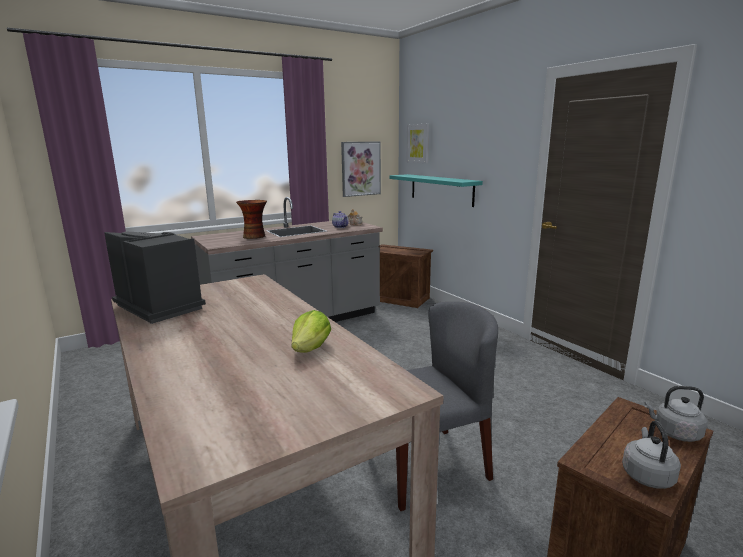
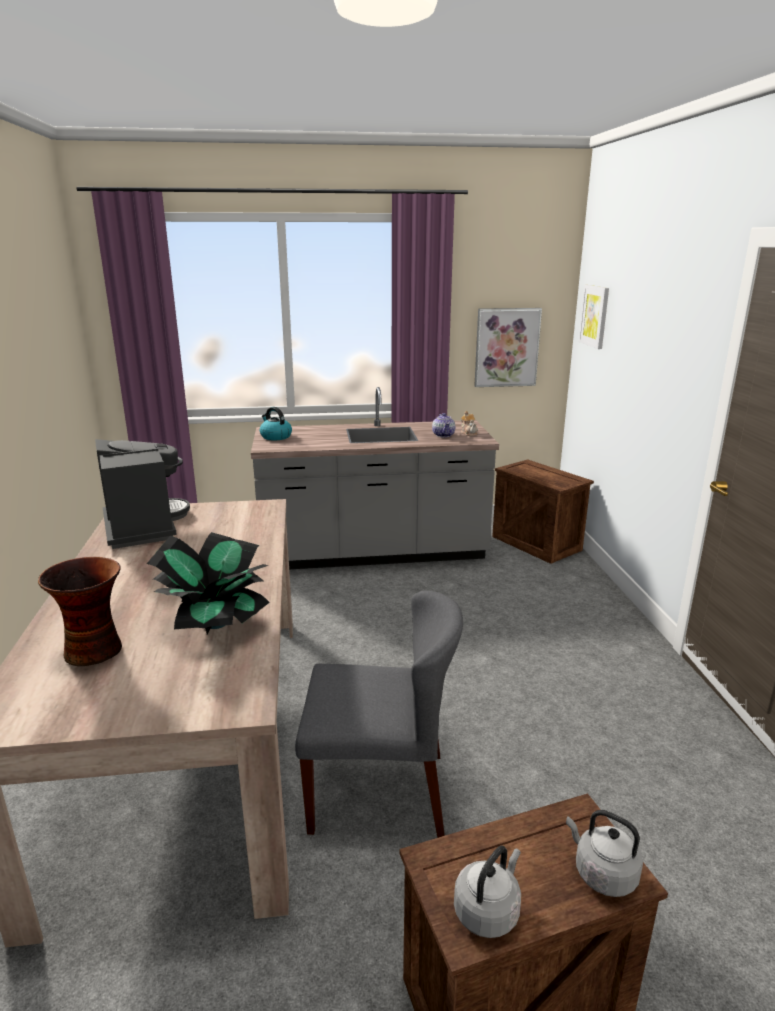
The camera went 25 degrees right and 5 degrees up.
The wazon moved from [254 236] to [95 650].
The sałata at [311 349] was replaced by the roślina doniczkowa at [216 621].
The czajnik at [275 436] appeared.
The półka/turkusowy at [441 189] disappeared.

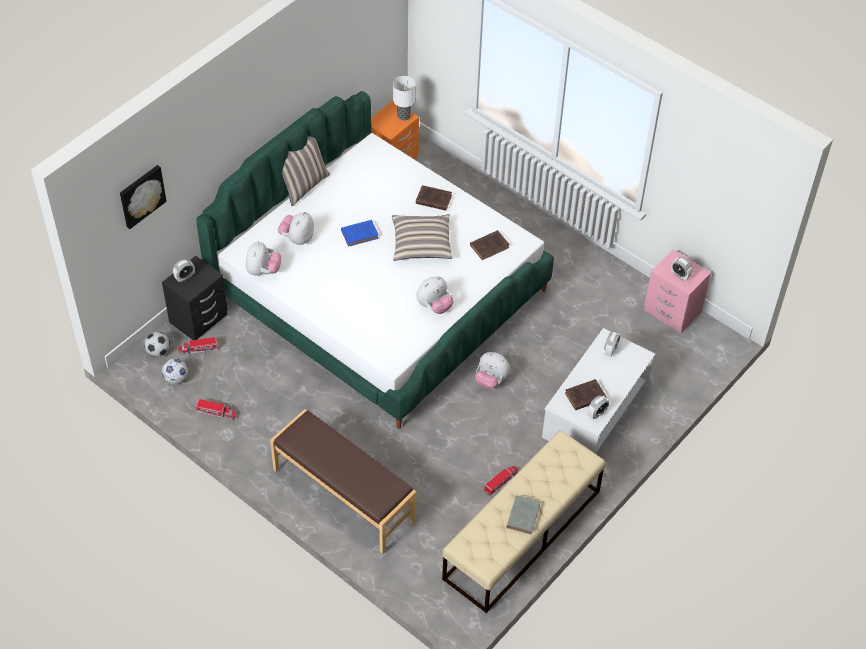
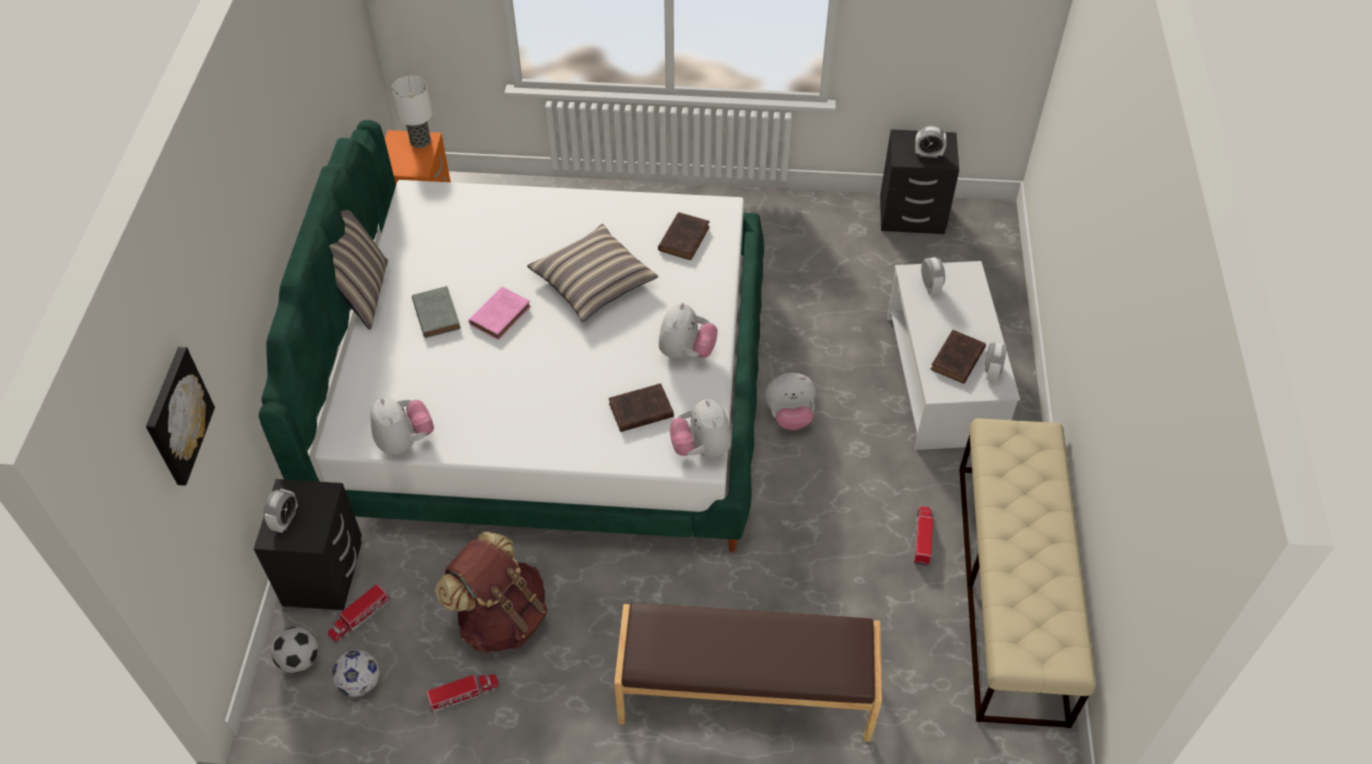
The camera went 35 degrees left and 0 degrees up.
The książka/szary moved from [523 515] to [436 313].
The plecak/brązowy at [501 618] appeared.
The książka/niebieski at [360 234] became the książka/różowy at [501 314].
The książka/brązowy moved from [432 199] to [639 411].
The pluszak moved from [297 238] to [701 448].
The szafka nocna/różowy at [672 311] became the szafka nocna/czarny at [912 215].

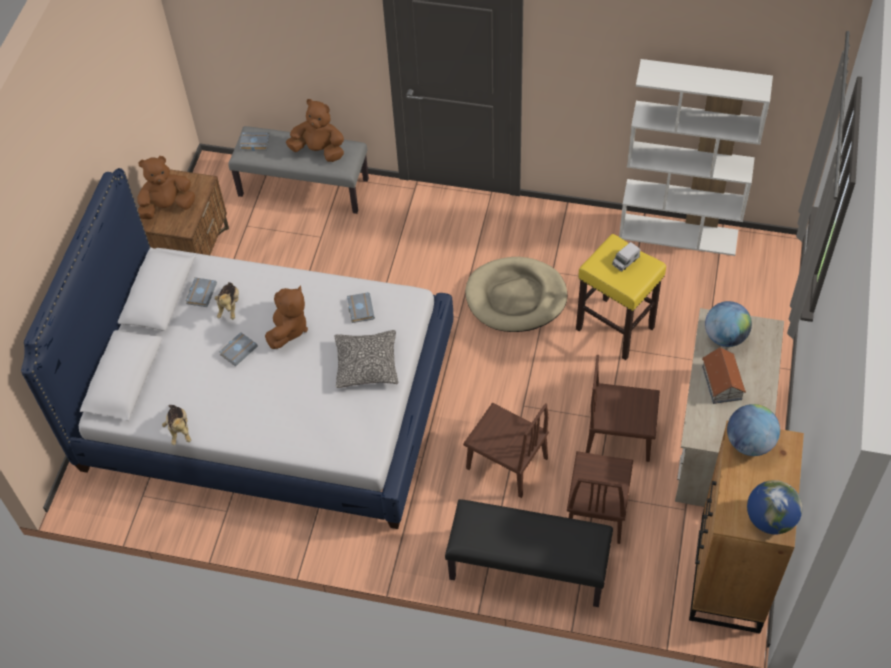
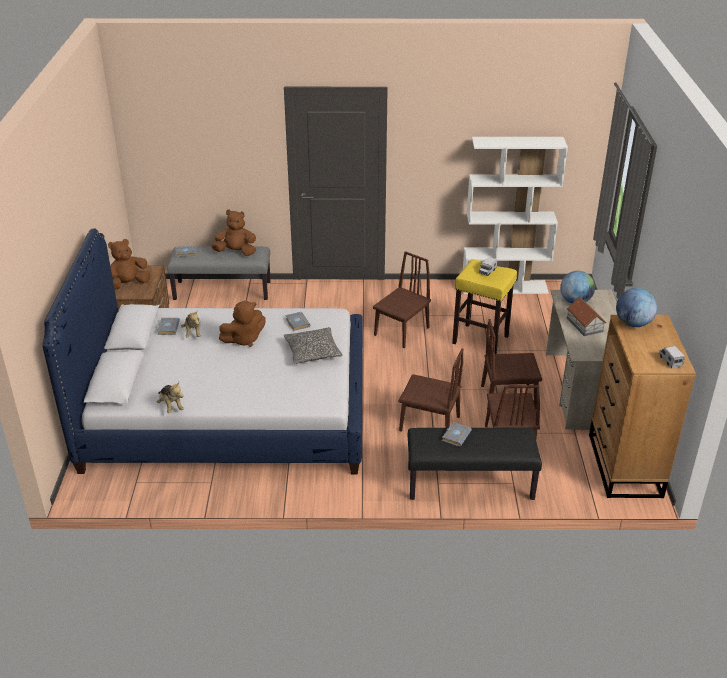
The camera went 15 degrees left and 20 degrees down.
The pluszak/brązowy at [288 329] turned 60 degrees clockwise.
The legowisko/beżowy at [516 297] was replaced by the krzesło/brązowy at [401 331].
The książka/szary moved from [238 350] to [455 435].
The globus at [770 519] was replaced by the ciężarówka zabawkowa at [670 360].

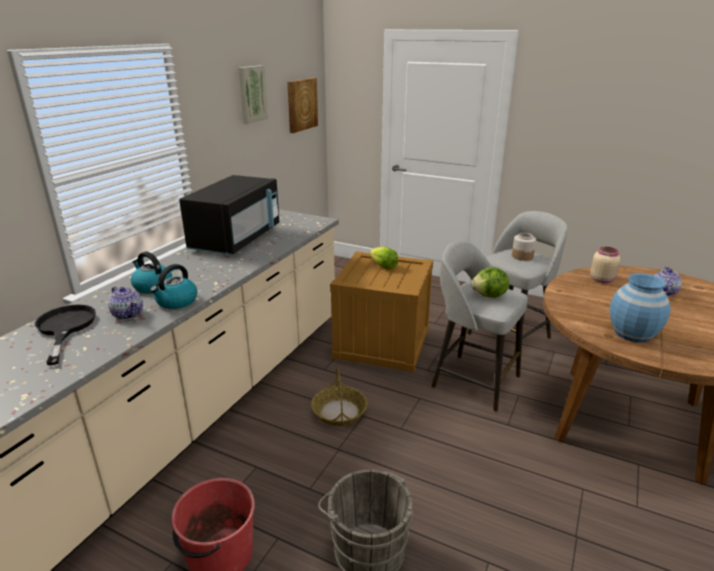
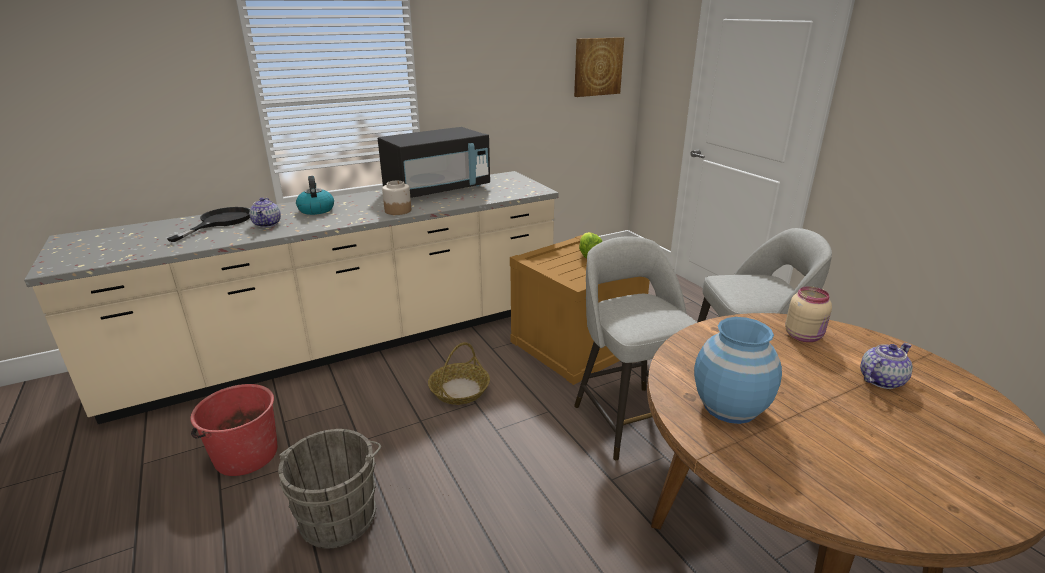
The camera went 35 degrees right and 0 degrees up.
The słoik moved from [522 256] to [398 210].
The czajnik at [176 302] disappeared.
The obraz at [251 94] disappeared.
The sałata at [489 296] disappeared.

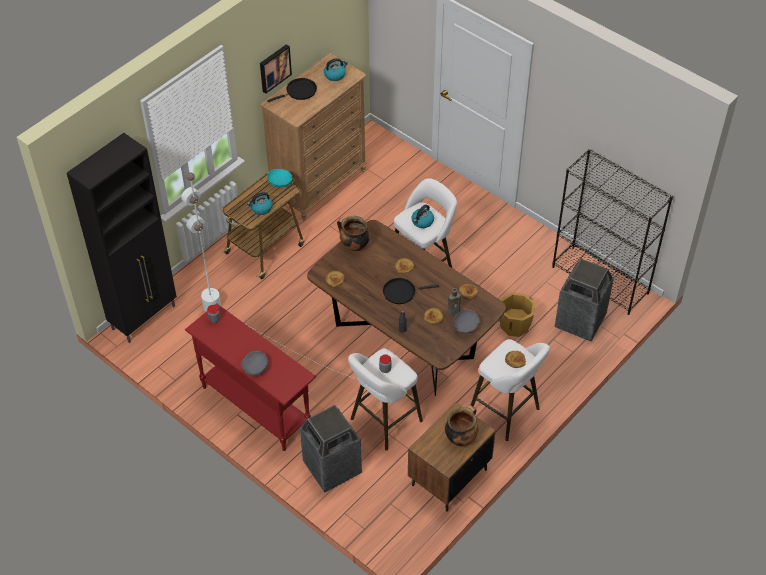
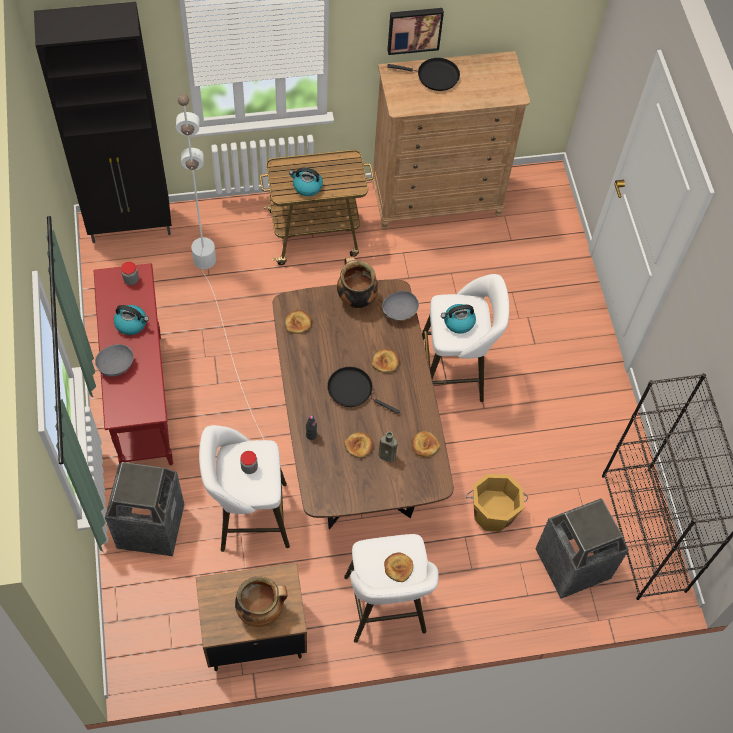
The camera went 35 degrees right and 10 degrees up.
The czajnik moved from [335 75] to [132 323].
The miska/szary moved from [466 327] to [399 312].
The miska/turkusowy at [280 183] disappeared.

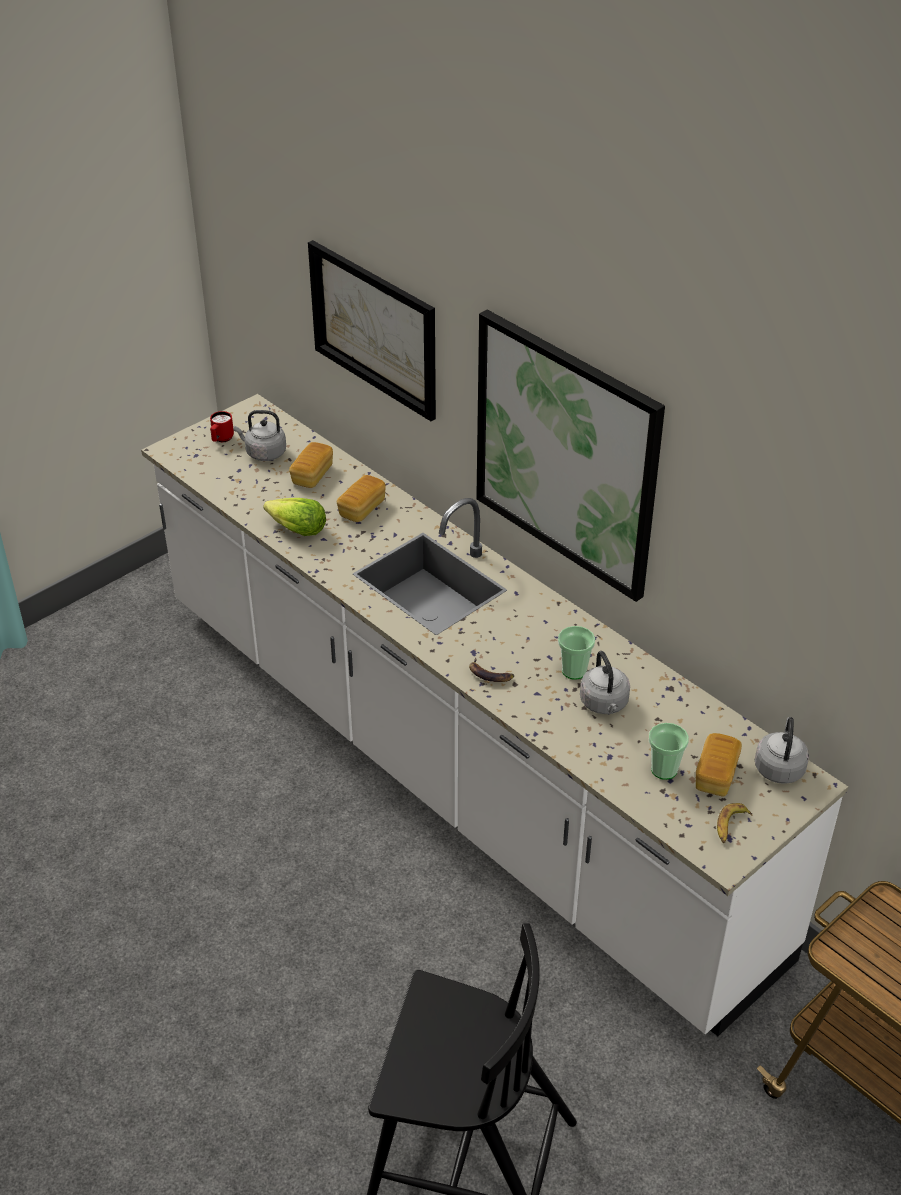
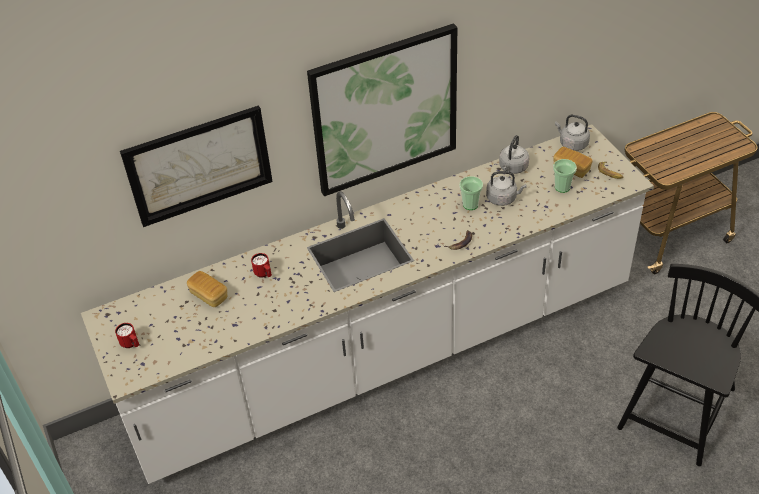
The camera went 70 degrees left and 5 degrees up.
The chleb at [362 508] was replaced by the kubek/czerwony at [264 274].
The czajnik/szary moved from [263 453] to [512 168].
The sałata at [297 529] disappeared.

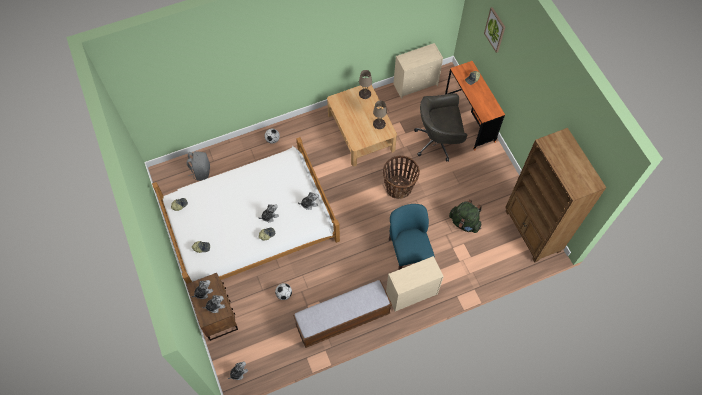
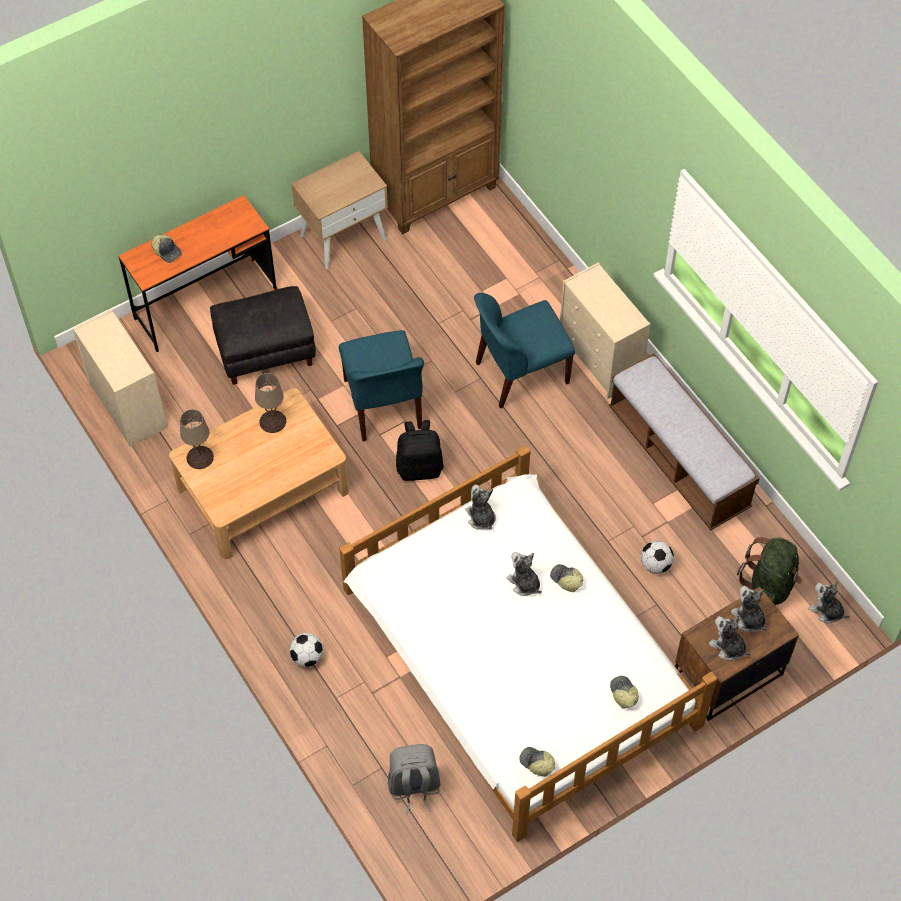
The camera went 100 degrees left and 5 degrees down.
The krzesło biurowe/szary at [438 141] was replaced by the pufa/czarny at [265 351].
The szafka nocna/beżowy at [343 236] appeared.
The koszyk at [398 187] was replaced by the krzesło/niebieski at [383 405].
The plecak/czarny at [420 467] appeared.
The plecak/zielony moved from [464 223] to [769 585].
The obraz at [495 30] disappeared.

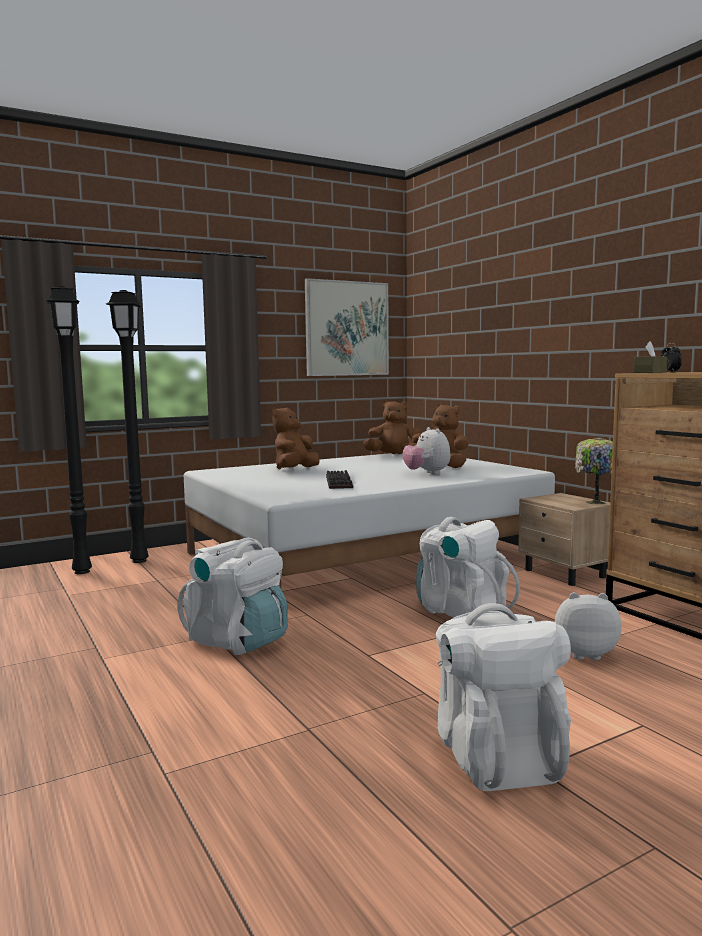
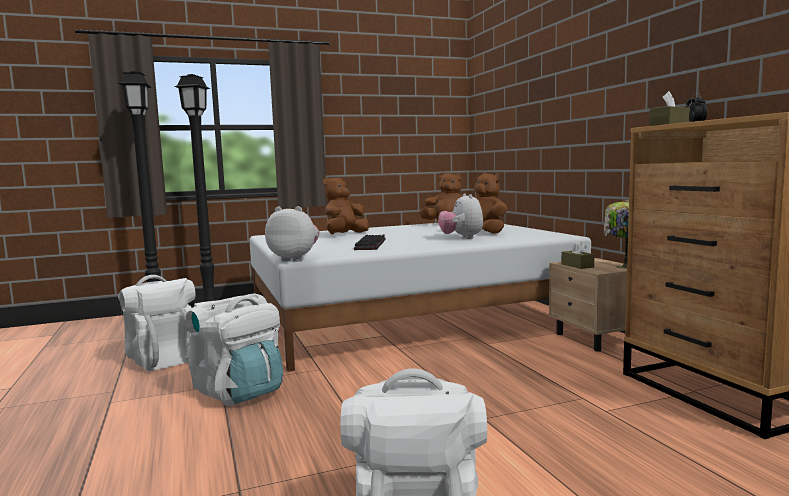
The camera went 10 degrees right and 0 degrees up.
The plecak/biały moved from [461 611] to [162 359].
The pluszak moved from [584 654] to [295 259].
The pudełko chusteczek/brązowy at [577 265] appeared.
The obraz at [347 328] disappeared.

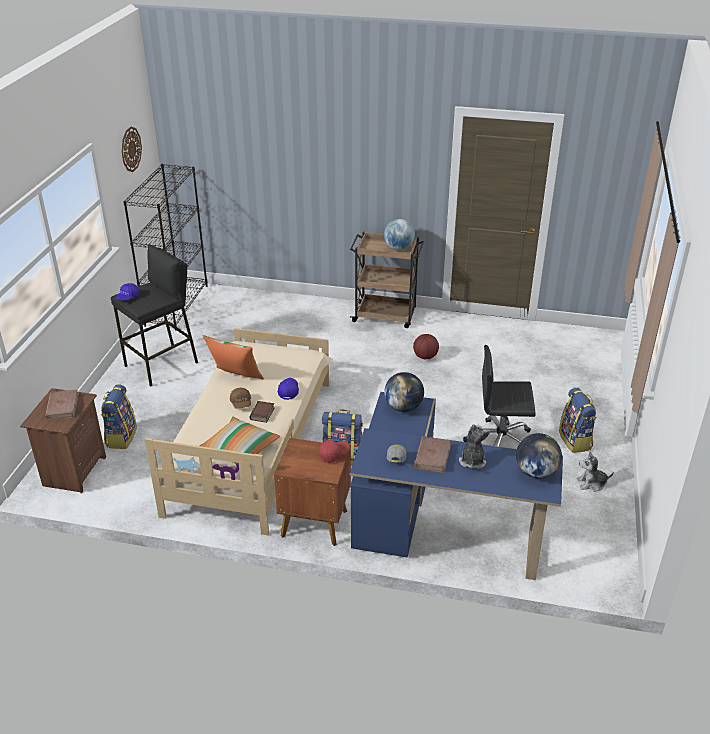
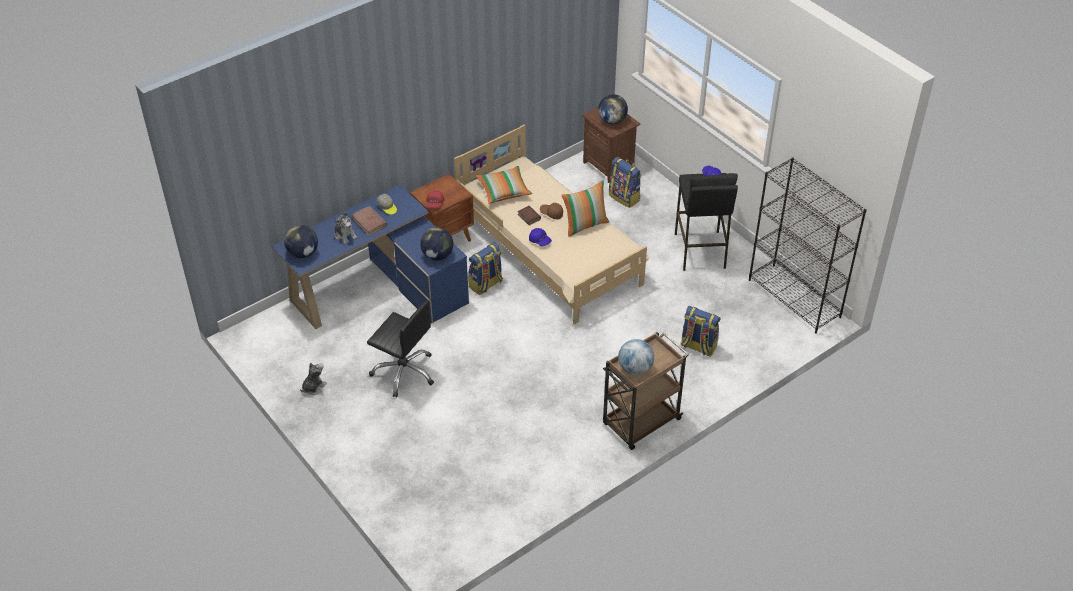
The camera went 130 degrees right and 10 degrees up.
The krzesło biurowe/czarny at [500 443] turned 75 degrees clockwise.
The książka/brązowy at [62 406] was replaced by the globus at [612 120].
The plecak moved from [575 440] to [698 346].
The zegar ścienny at [130 149] disappeared.
The piłka do koszykówki at [425 357] disappeared.

